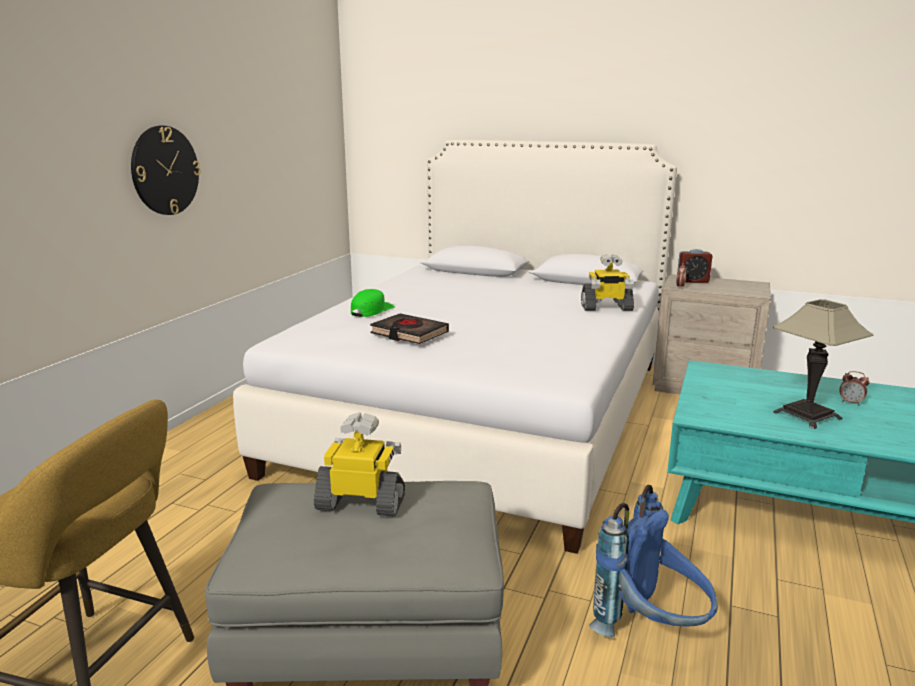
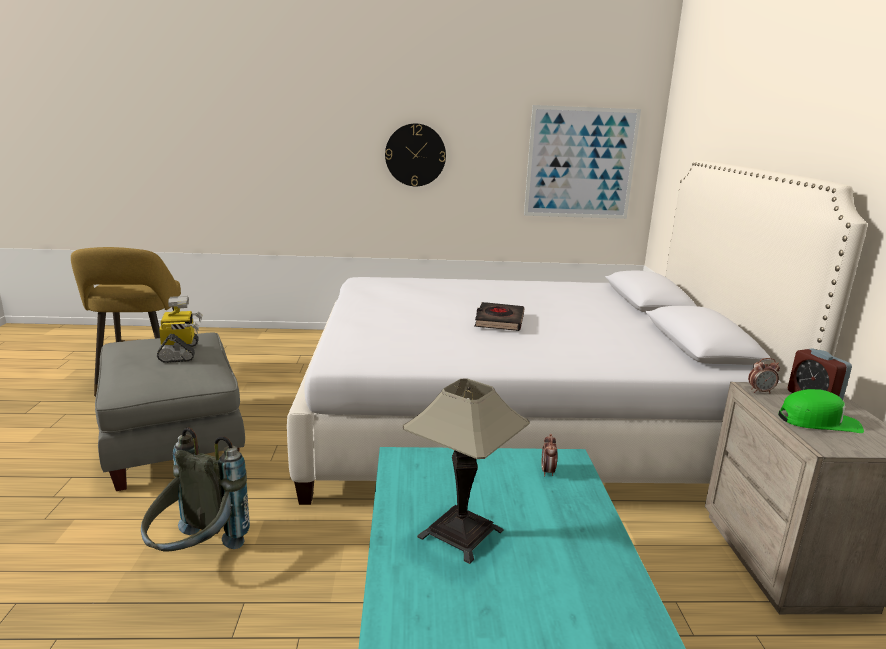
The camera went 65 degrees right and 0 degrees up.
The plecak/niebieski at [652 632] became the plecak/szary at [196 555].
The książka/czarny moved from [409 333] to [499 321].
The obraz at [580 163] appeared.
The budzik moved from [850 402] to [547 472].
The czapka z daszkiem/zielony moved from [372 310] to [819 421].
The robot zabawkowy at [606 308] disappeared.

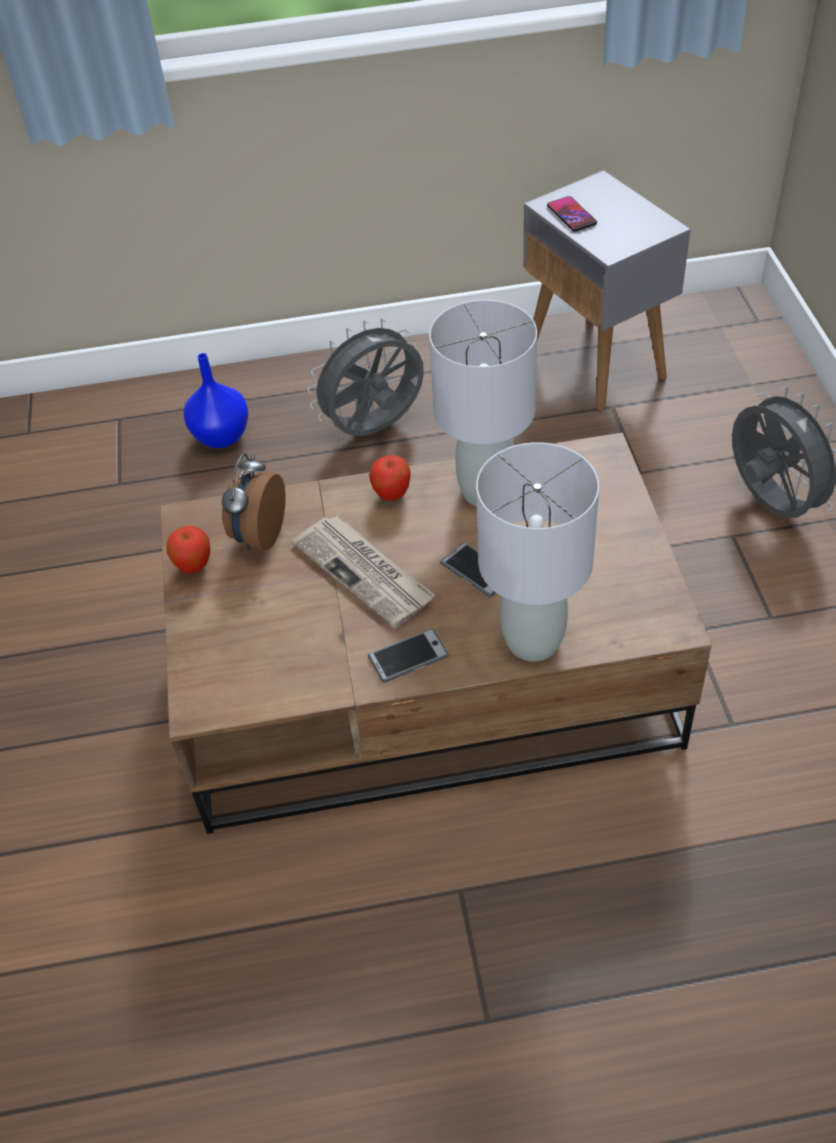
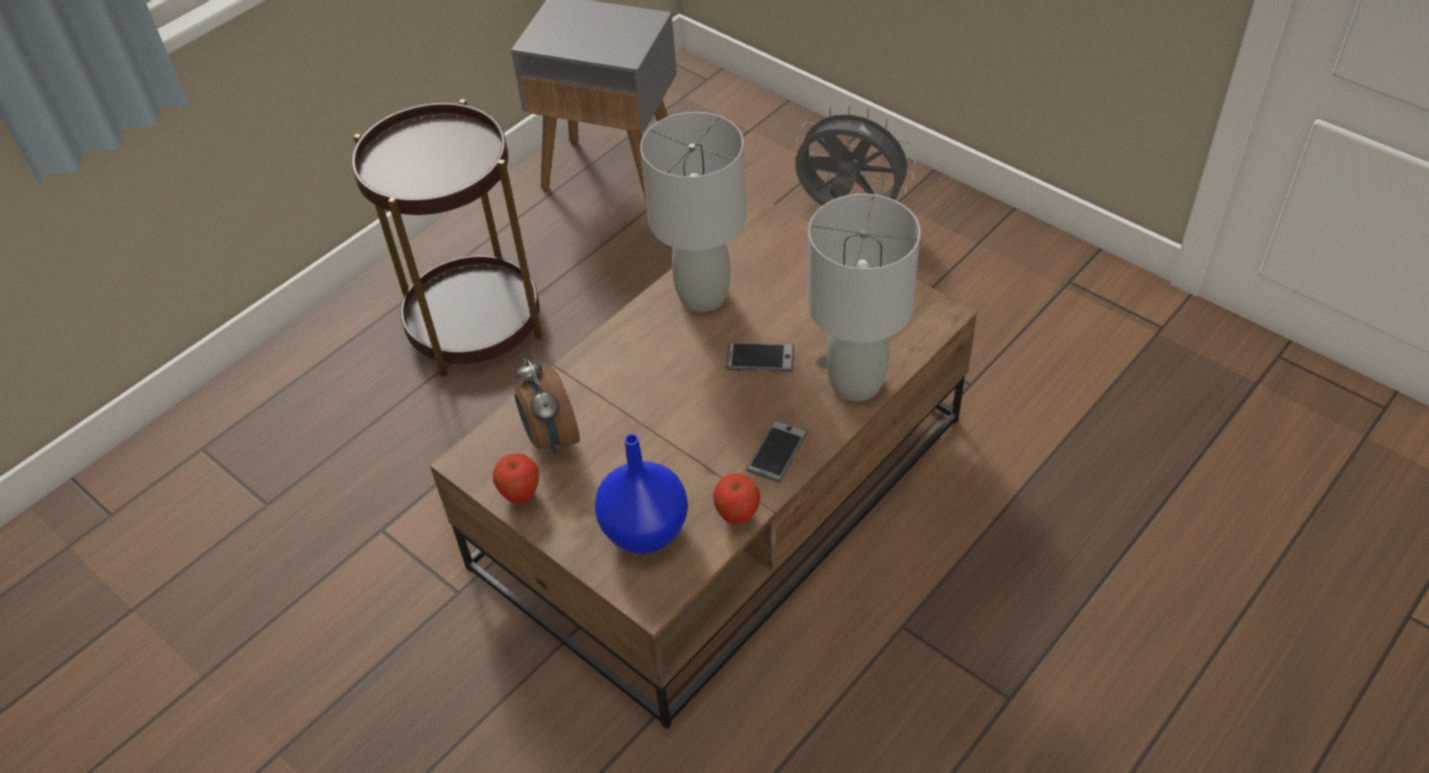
The camera went 40 degrees left and 0 degrees up.
The wentylator/szary at [375 430] was replaced by the stolik/brązowy at [474 323].
The wazon/niebieski moved from [220 437] to [645 533].
The jabłko moved from [392 495] to [737 516].
The gazeta at [365 573] disappeared.
The telefon at [571 215] disappeared.

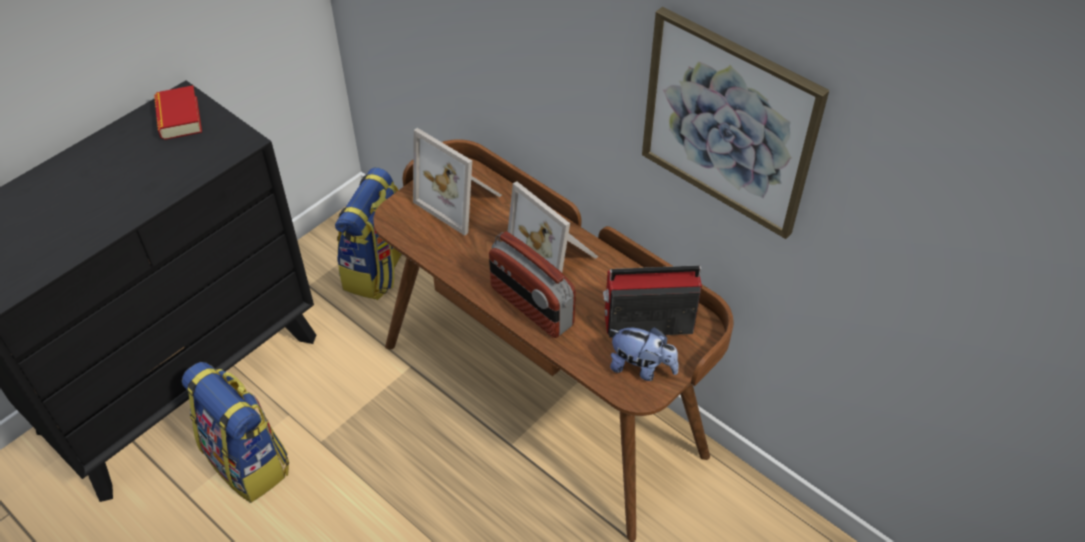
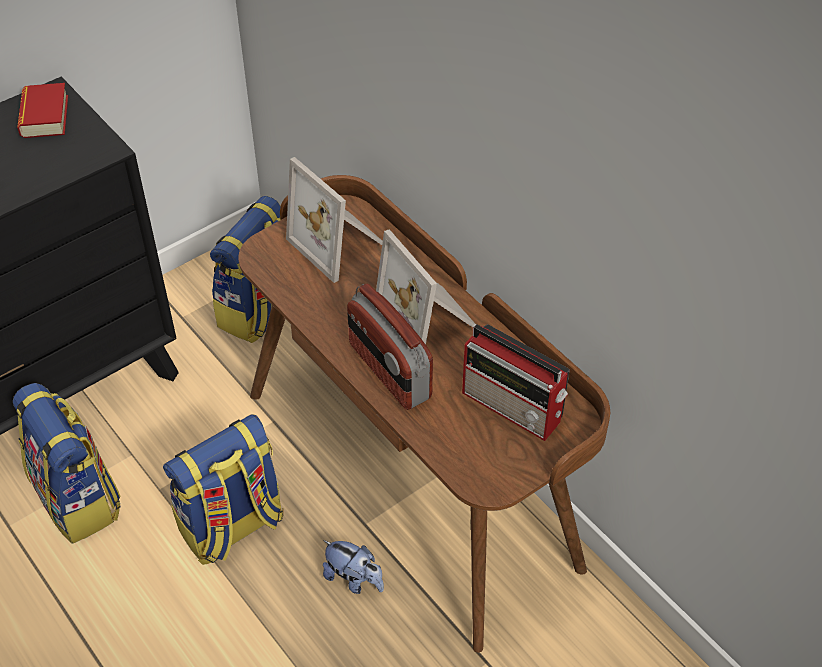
The camera went 10 degrees right and 0 degrees up.
The plecak at [232 527] appeared.
The pluszak moved from [641 368] to [354 579].
The radio at [646 323] turned 150 degrees counterclockwise.
The obraz at [729 123] disappeared.

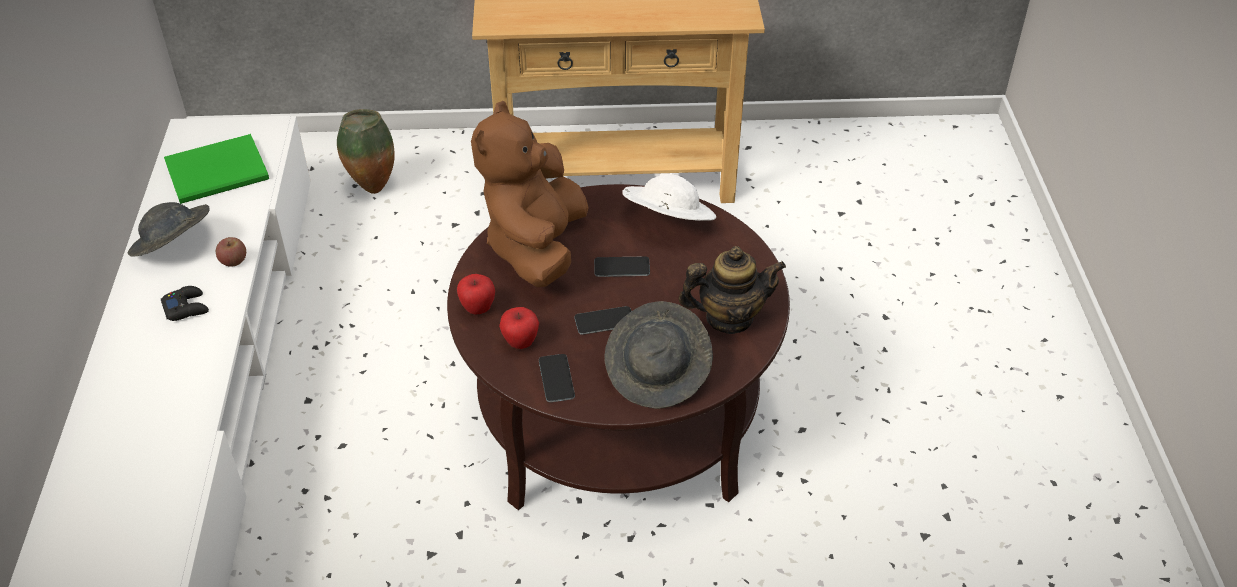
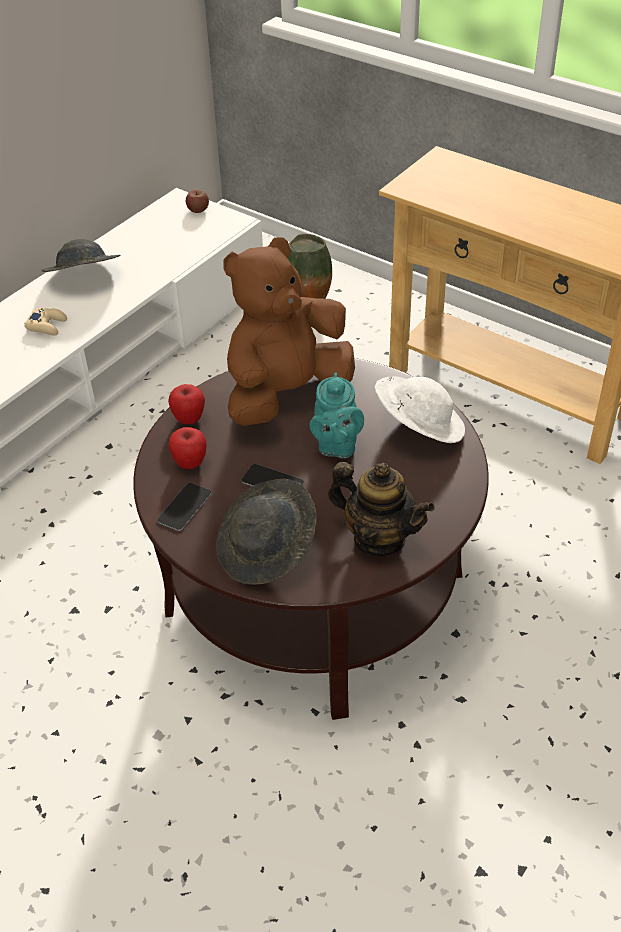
The camera went 40 degrees right and 0 degrees up.
The pad do gier/czarny at [186 308] became the pad do gier/beżowy at [47 325].
The jabłko moved from [233 261] to [198 210].
The telefon at [622 267] was replaced by the imbryk/turkusowy at [336 445].
The książka/zielony at [221 172] disappeared.

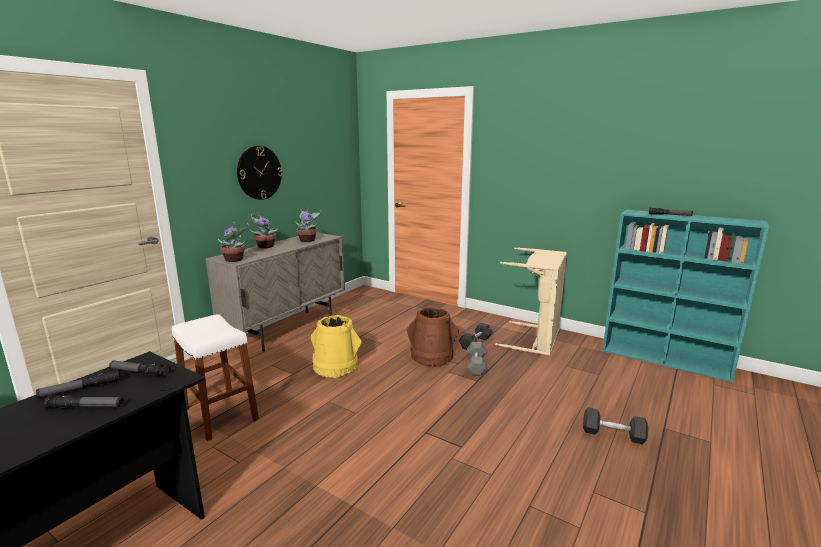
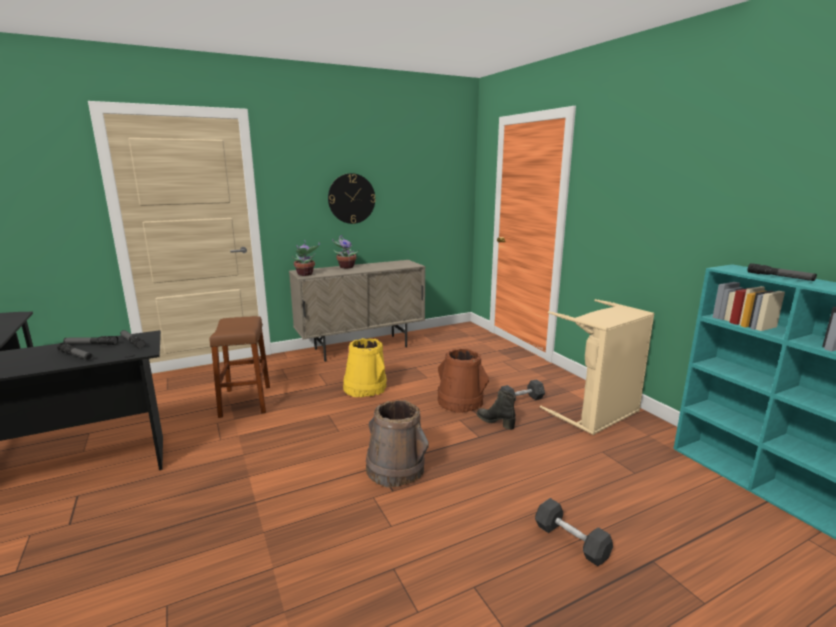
The camera went 30 degrees right and 0 degrees up.
The stołek/biały at [220 414] became the stołek/brązowy at [245 401].
The wiadro/brązowy at [395 469] appeared.
The hantel/szary at [476 365] was replaced by the but z cholewką/czarny at [495 422].
The roślina doniczkowa at [308 240] disappeared.

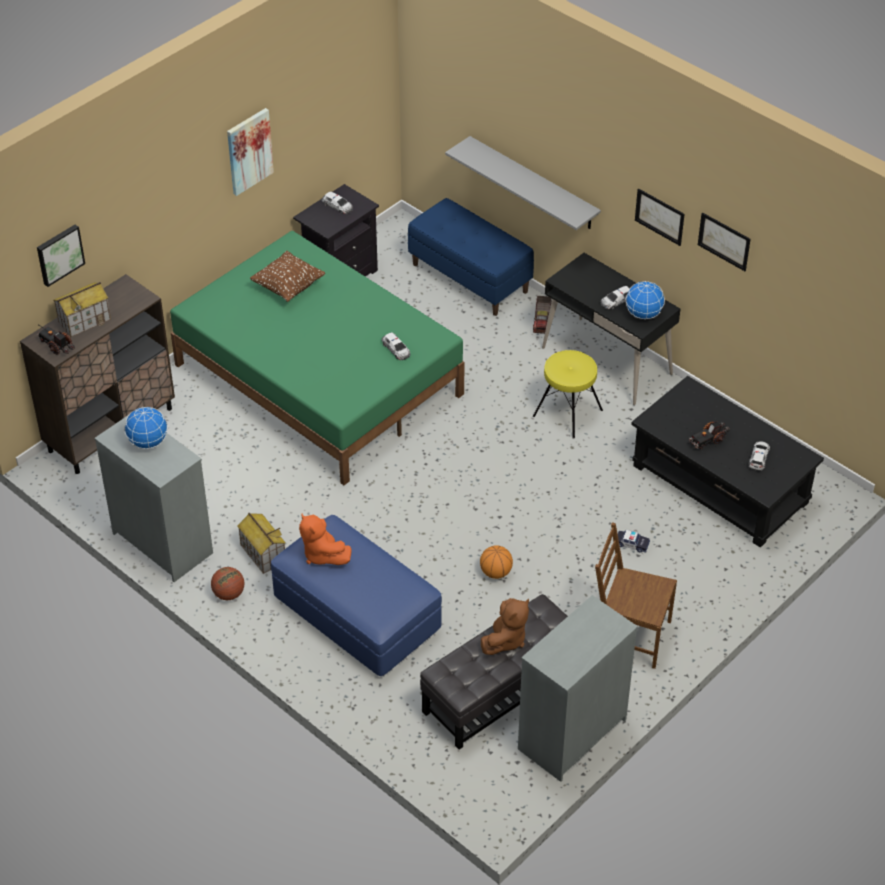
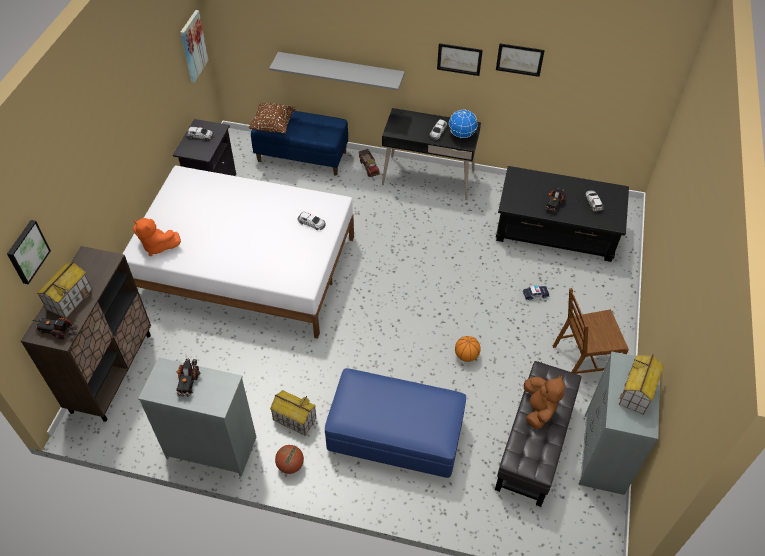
The camera went 30 degrees left and 5 degrees up.
The łóżko/zielony at [319 379] became the łóżko/biały at [247 266].
The pluszak/pomarańczowy moved from [322 554] to [157 246].
The globus at [148 442] was replaced by the ciężarówka zabawkowa at [188 381].
The obraz moved from [249 151] to [193 46].
The poduszka/brązowy moved from [288 287] to [273 126].
The domek at [637 393] appeared.
The stołek/żółty at [567 413] disappeared.

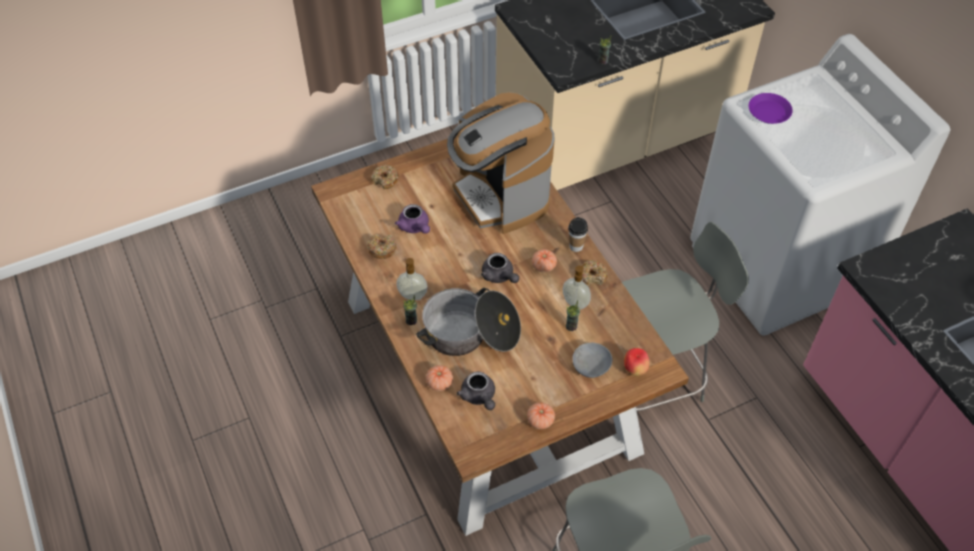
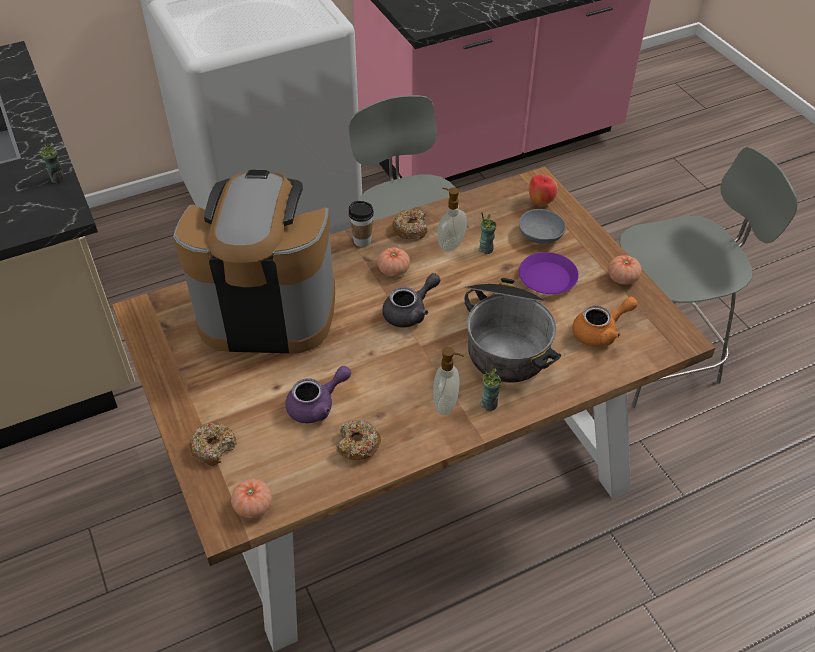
The camera went 90 degrees left and 5 degrees down.
The ekspres do kawy at [500 196] turned 150 degrees counterclockwise.
The pomidor moved from [439 383] to [253 506].
The talerz/fioletowy moved from [769 111] to [547 278].
The imbryk/szary at [479 397] became the imbryk/pomarańczowy at [600 332].

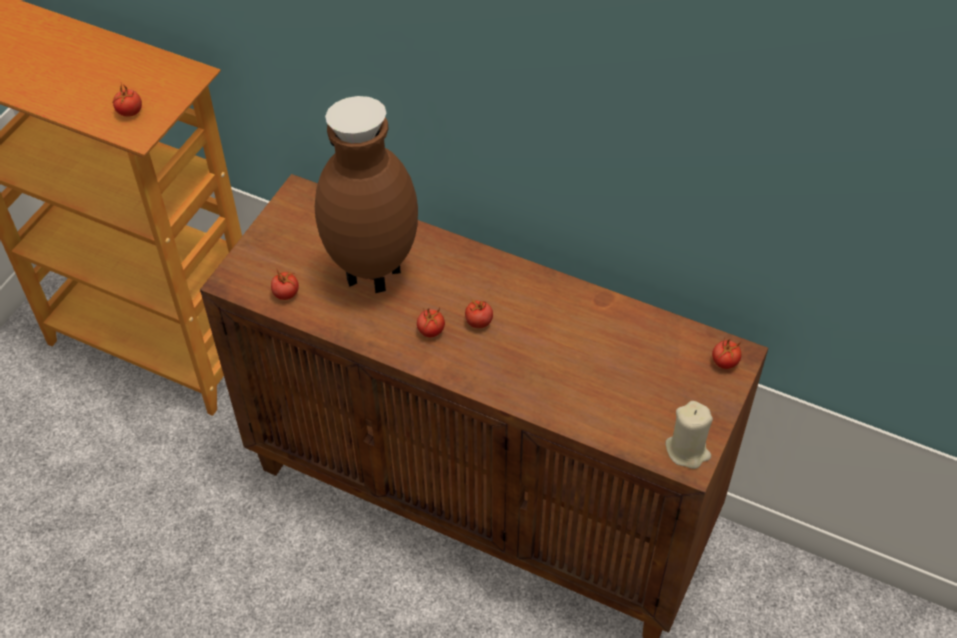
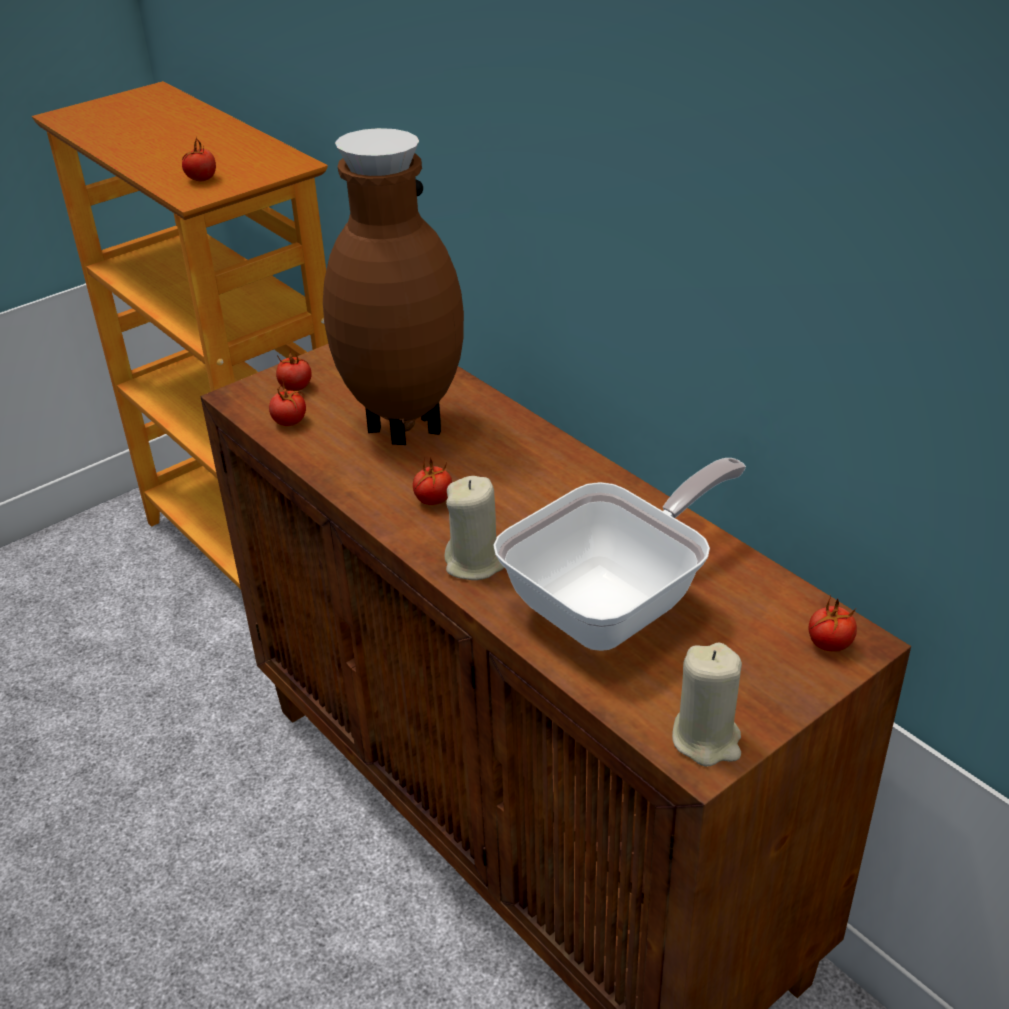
The camera went 25 degrees right and 15 degrees down.
The pomidor moved from [479 322] to [296 387].
The świeca/beżowy at [475 562] appeared.
The patelnia at [617 602] appeared.

